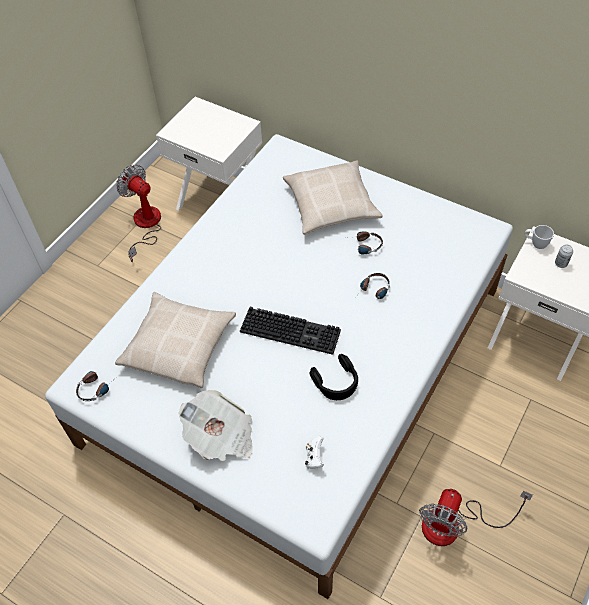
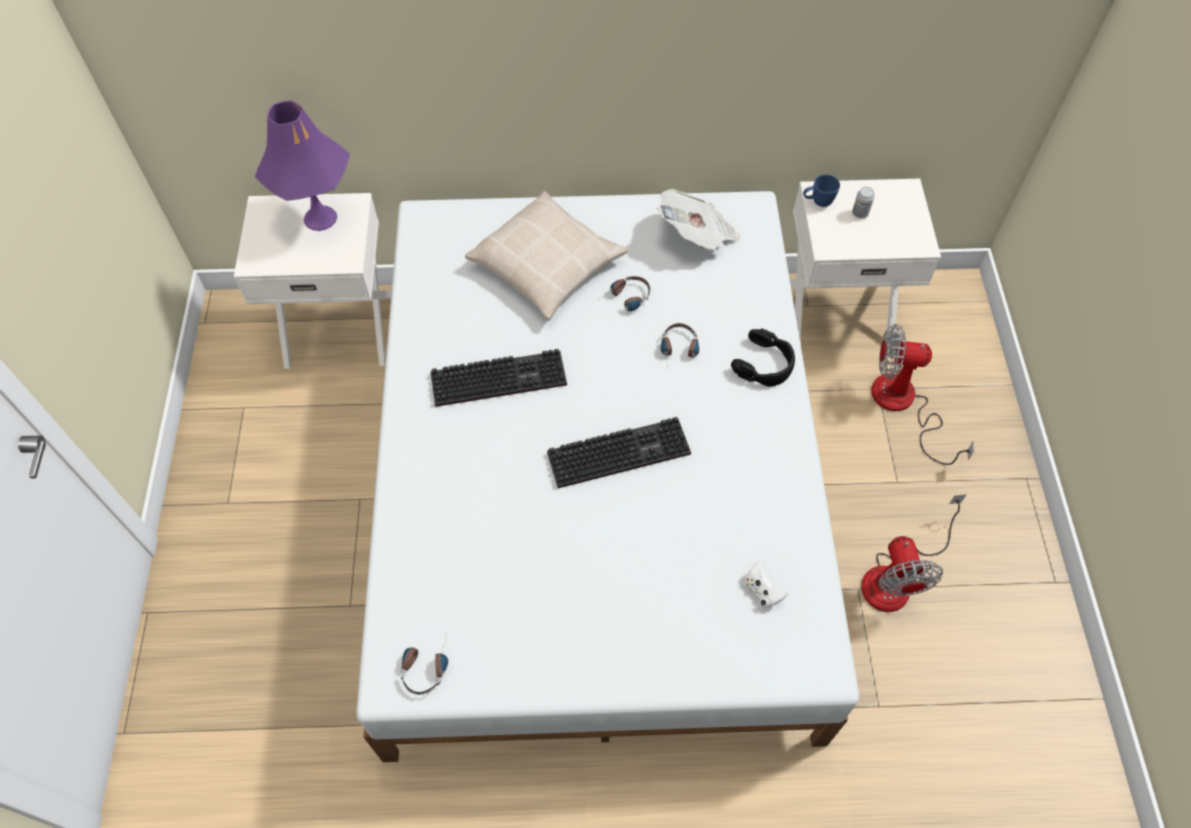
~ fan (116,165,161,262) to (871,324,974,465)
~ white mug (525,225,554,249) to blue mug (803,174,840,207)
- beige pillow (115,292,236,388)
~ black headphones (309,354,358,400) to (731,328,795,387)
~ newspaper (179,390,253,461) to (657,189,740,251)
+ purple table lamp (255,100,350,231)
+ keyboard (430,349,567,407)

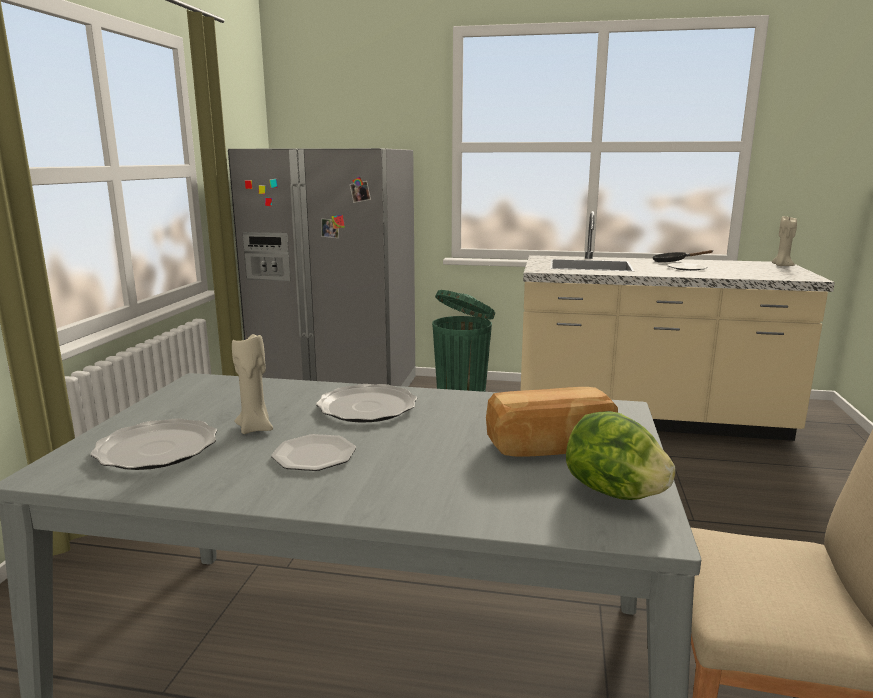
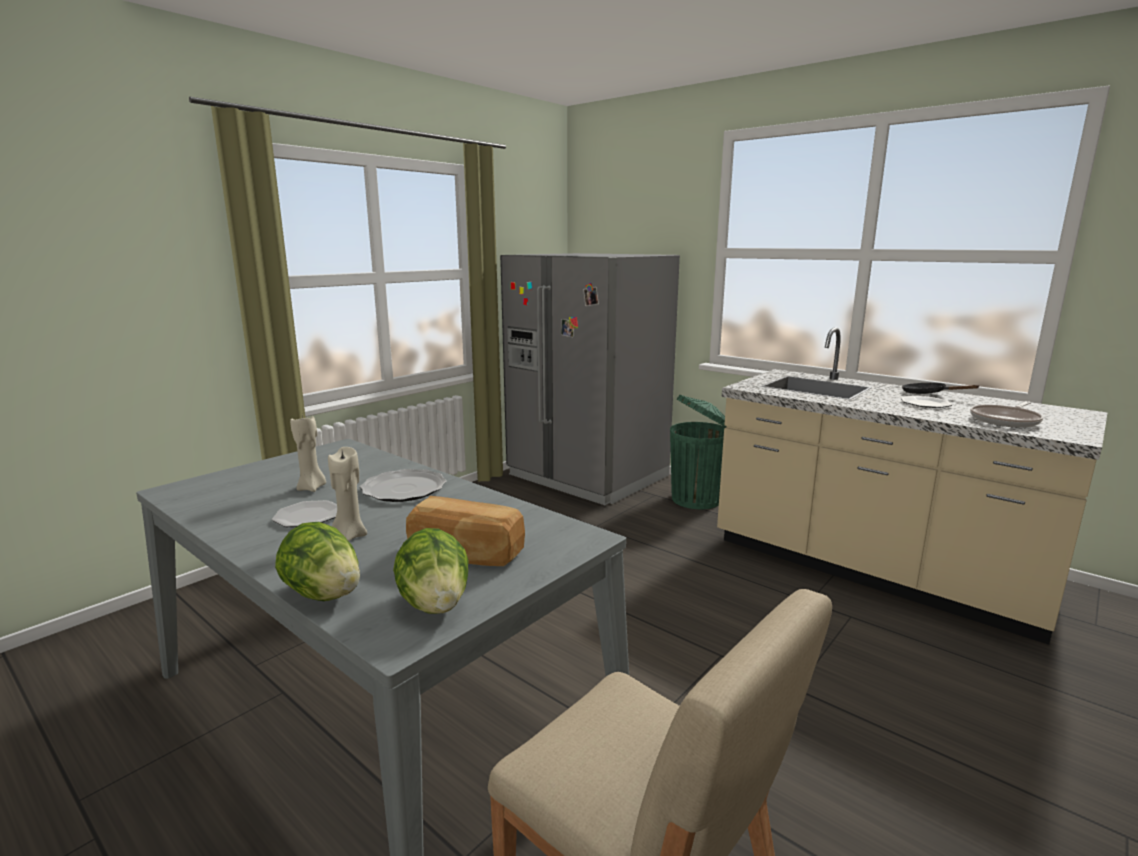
~ beige candle (772,216,797,266) to (328,447,367,541)
- plate (90,418,217,470)
+ frying pan (970,401,1043,427)
+ lettuce (275,522,360,601)

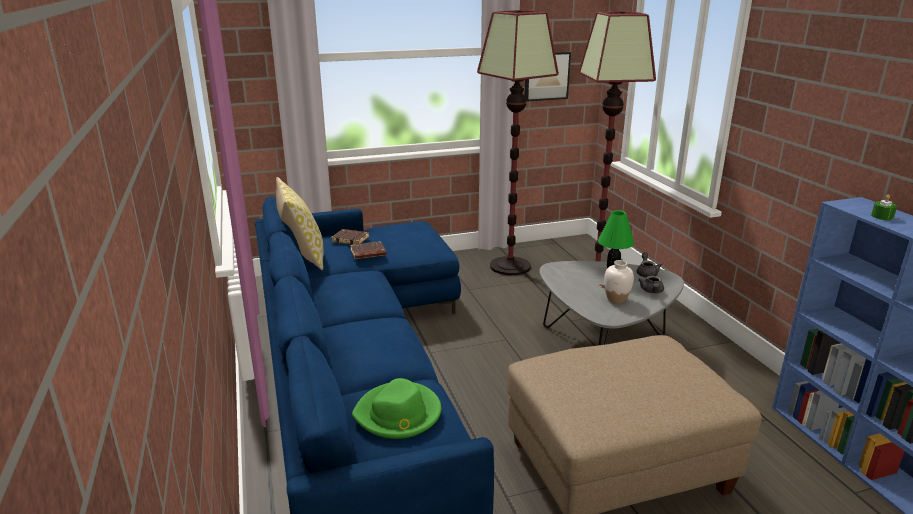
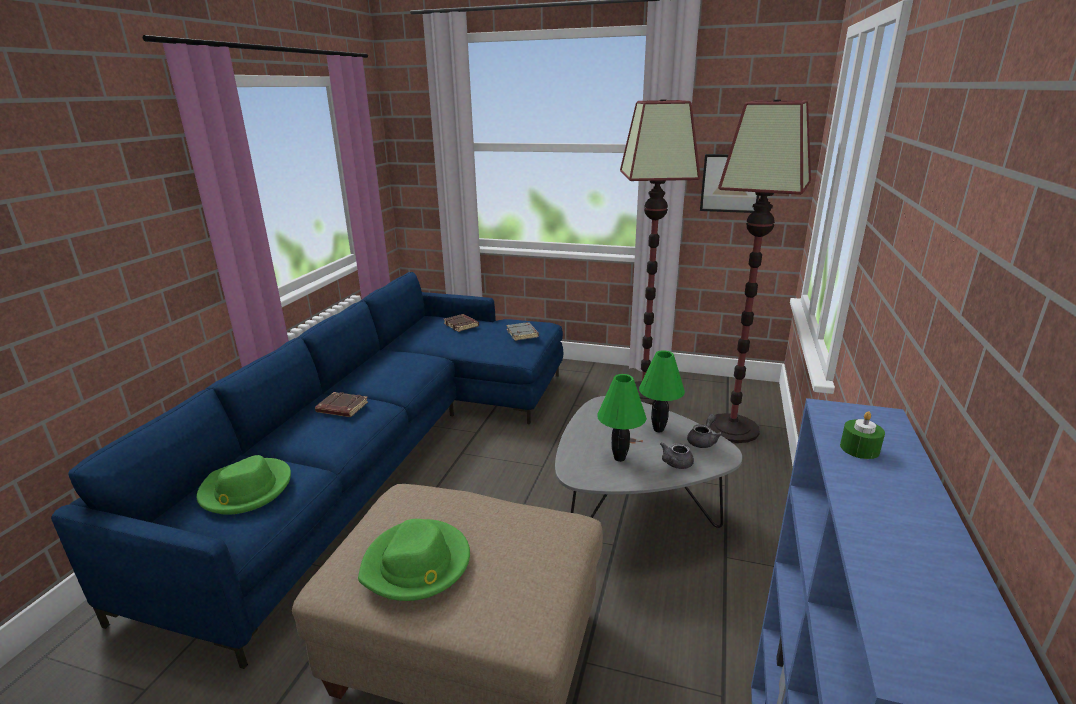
- pillow (276,177,324,270)
~ brown book (350,241,386,259) to (315,392,368,417)
~ white vase (604,260,634,303) to green table lamp (597,374,647,462)
+ grey book (506,322,539,341)
+ green hat (358,519,470,601)

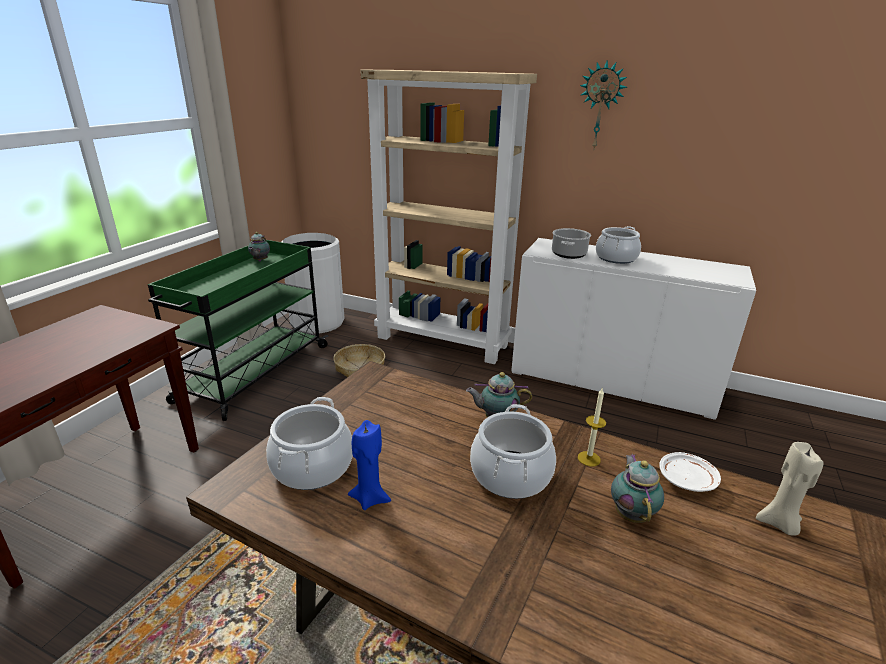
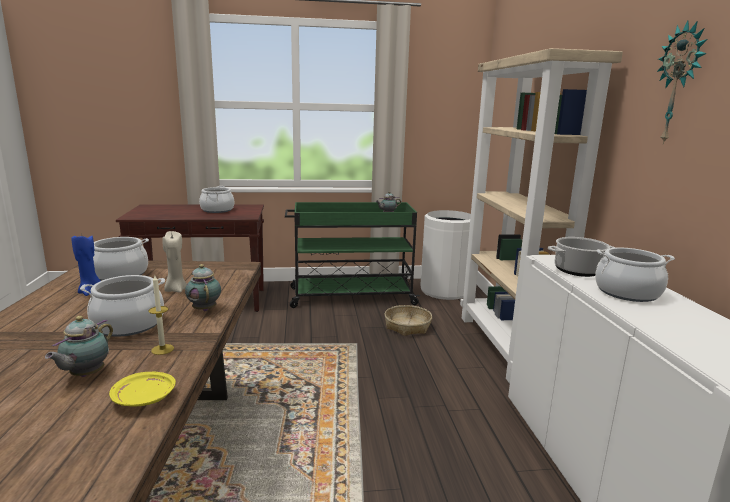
~ beige candle (756,442,824,536) to (162,231,187,293)
~ white plate (659,452,721,492) to yellow plate (109,372,176,407)
~ teapot (611,454,664,523) = (45,316,113,377) 135 degrees clockwise
+ cooking pot (199,186,234,213)

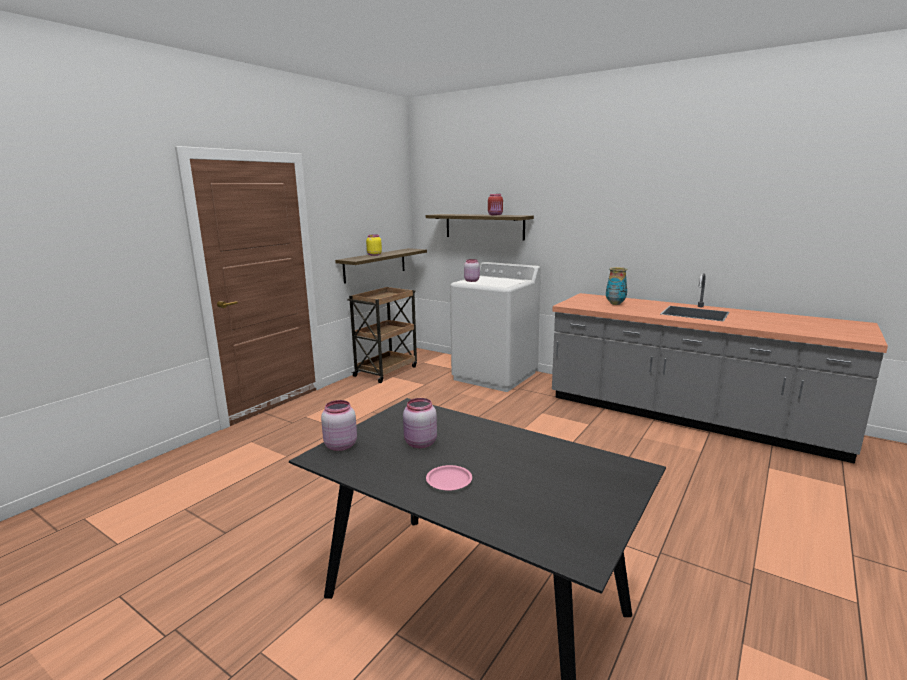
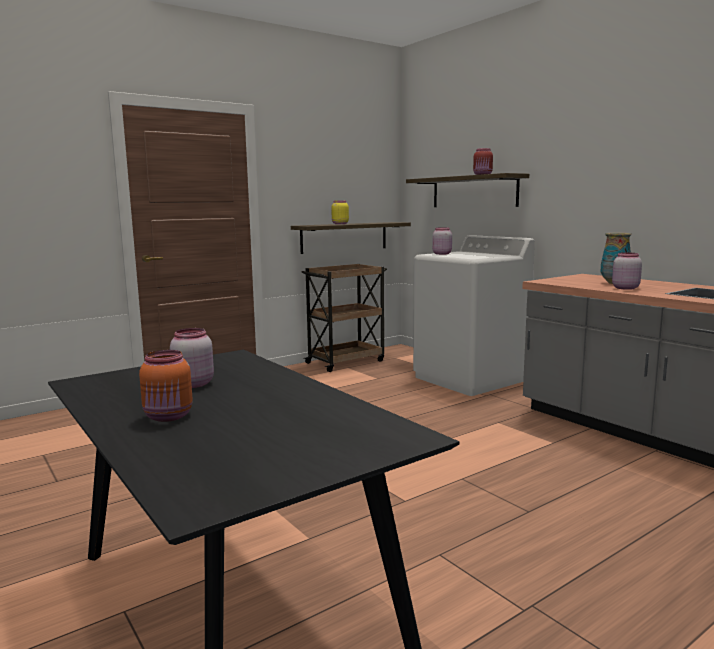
~ pink jar (321,400,357,451) to (612,253,642,290)
~ pink plate (426,465,472,491) to orange jar (139,350,193,422)

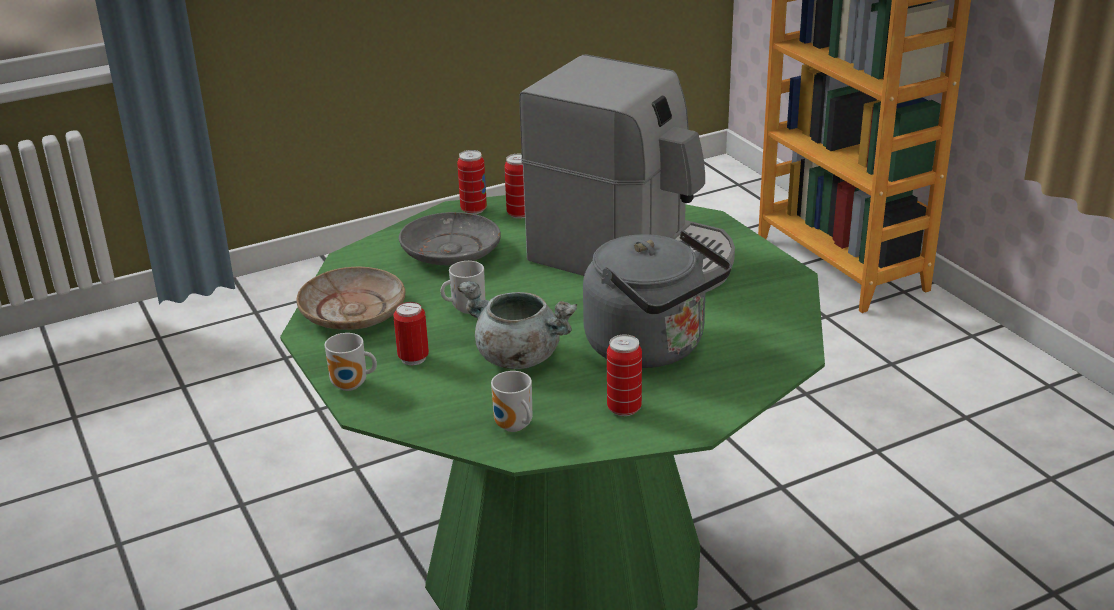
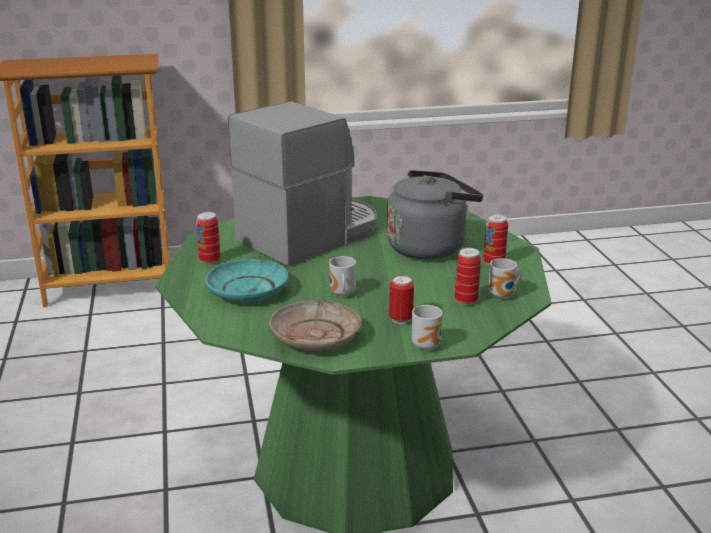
~ can (457,150,487,214) to (455,248,481,305)
~ grey plate (399,212,501,265) to turquoise plate (206,259,289,302)
- grey cooking pot (457,281,577,369)

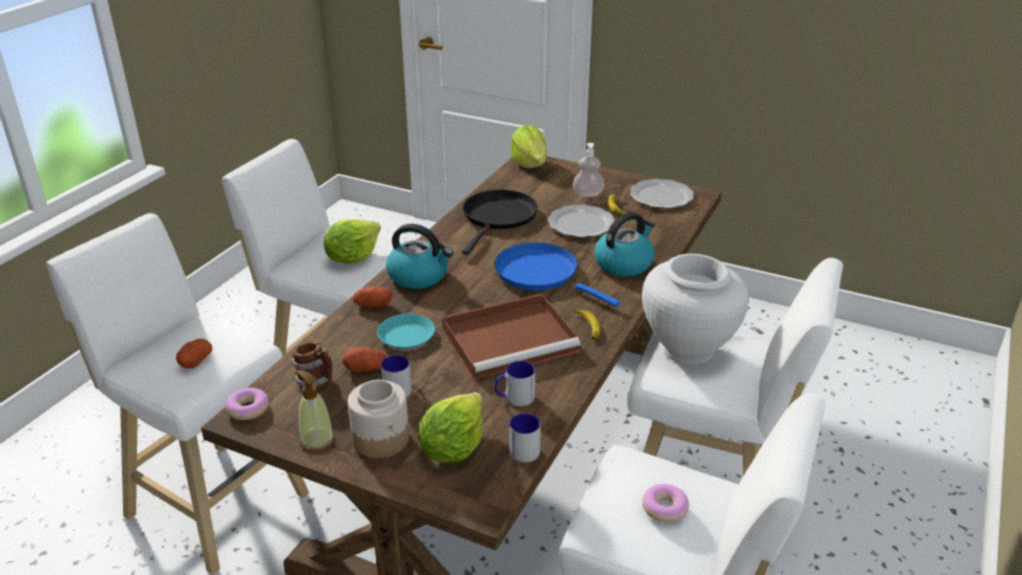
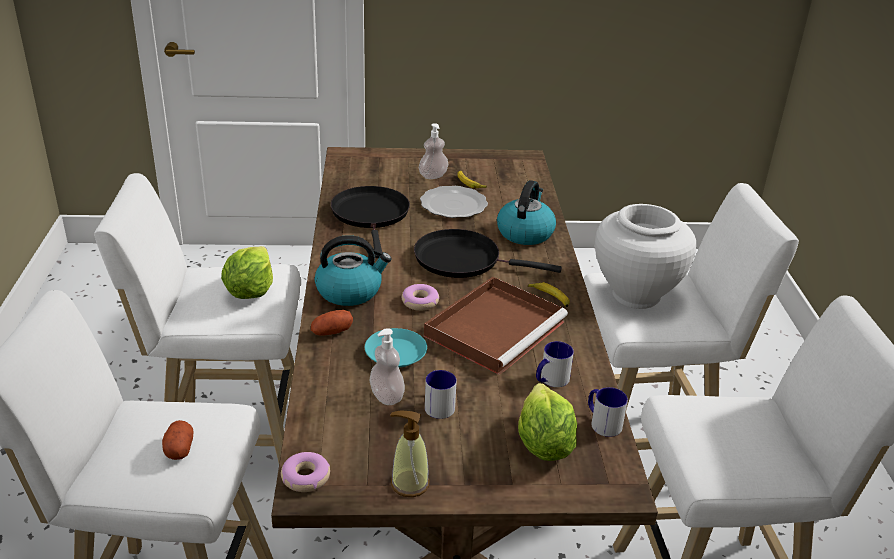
- lettuce (510,125,547,168)
- plate (630,179,694,208)
~ blue frying pan (494,242,620,307) to black frying pan (414,229,562,278)
- mug (292,341,333,389)
~ potato (343,347,386,372) to soap dispenser (369,328,405,405)
- jar (348,380,409,458)
~ donut (642,484,689,523) to (402,284,439,311)

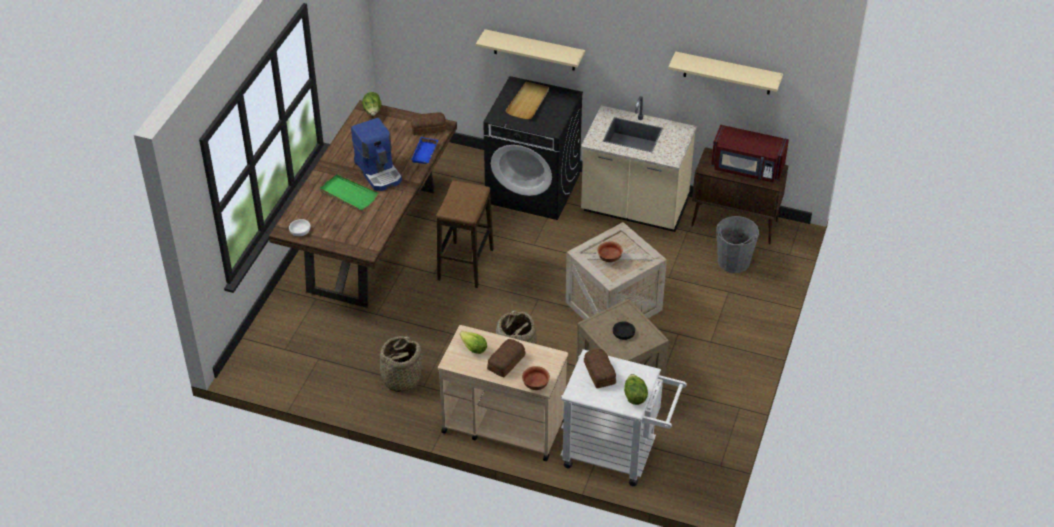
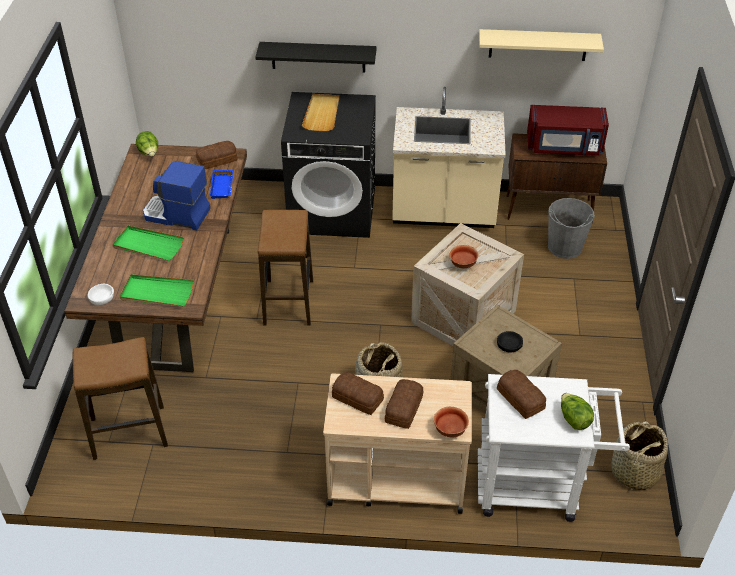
~ beige shelf (476,29,585,71) to black shelf (255,42,377,72)
~ coffee machine (351,117,402,191) = (143,161,210,230) 150 degrees clockwise
~ lettuce (460,331,487,354) to bread (332,372,384,415)
~ basket (377,336,422,392) to (611,421,668,491)
+ green tray (120,274,194,307)
+ stool (73,337,168,460)

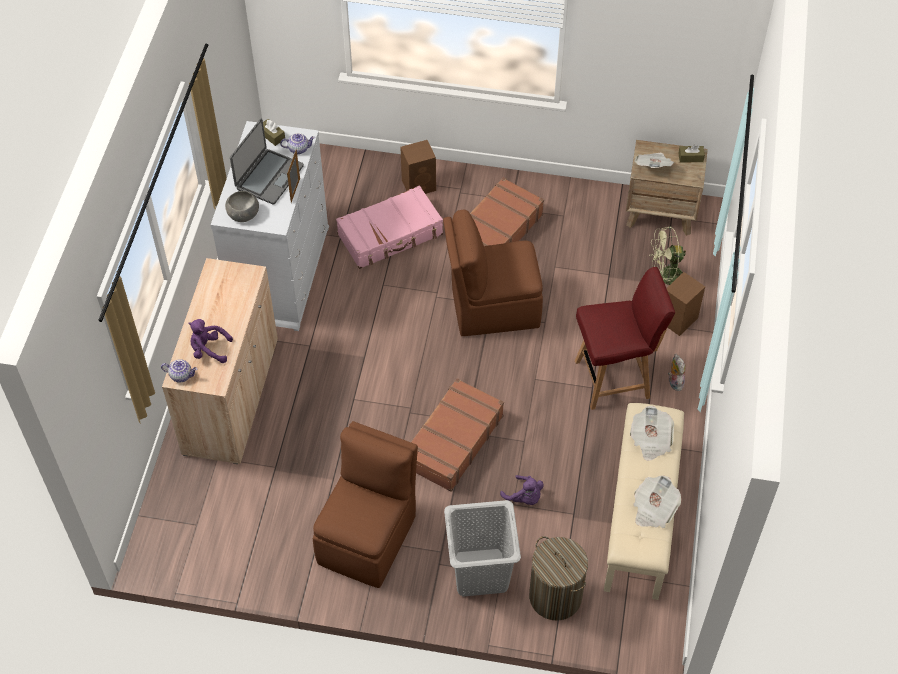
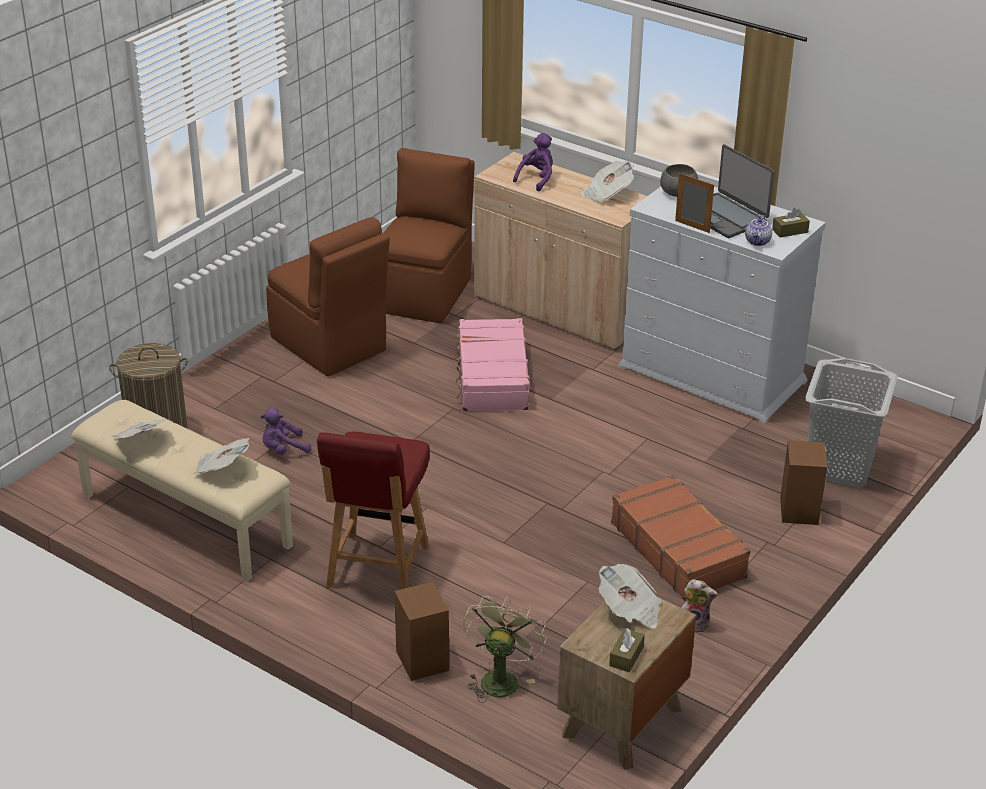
~ pink suitcase (336,185,443,269) to (454,318,530,411)
~ brown chair (443,209,543,336) to (384,148,475,323)
~ plush toy (668,354,685,391) to (681,579,718,633)
- teapot (161,359,198,383)
- brown suitcase (411,378,504,492)
~ grey laundry basket (444,500,521,597) to (805,358,898,488)
+ newspaper (581,161,634,203)

